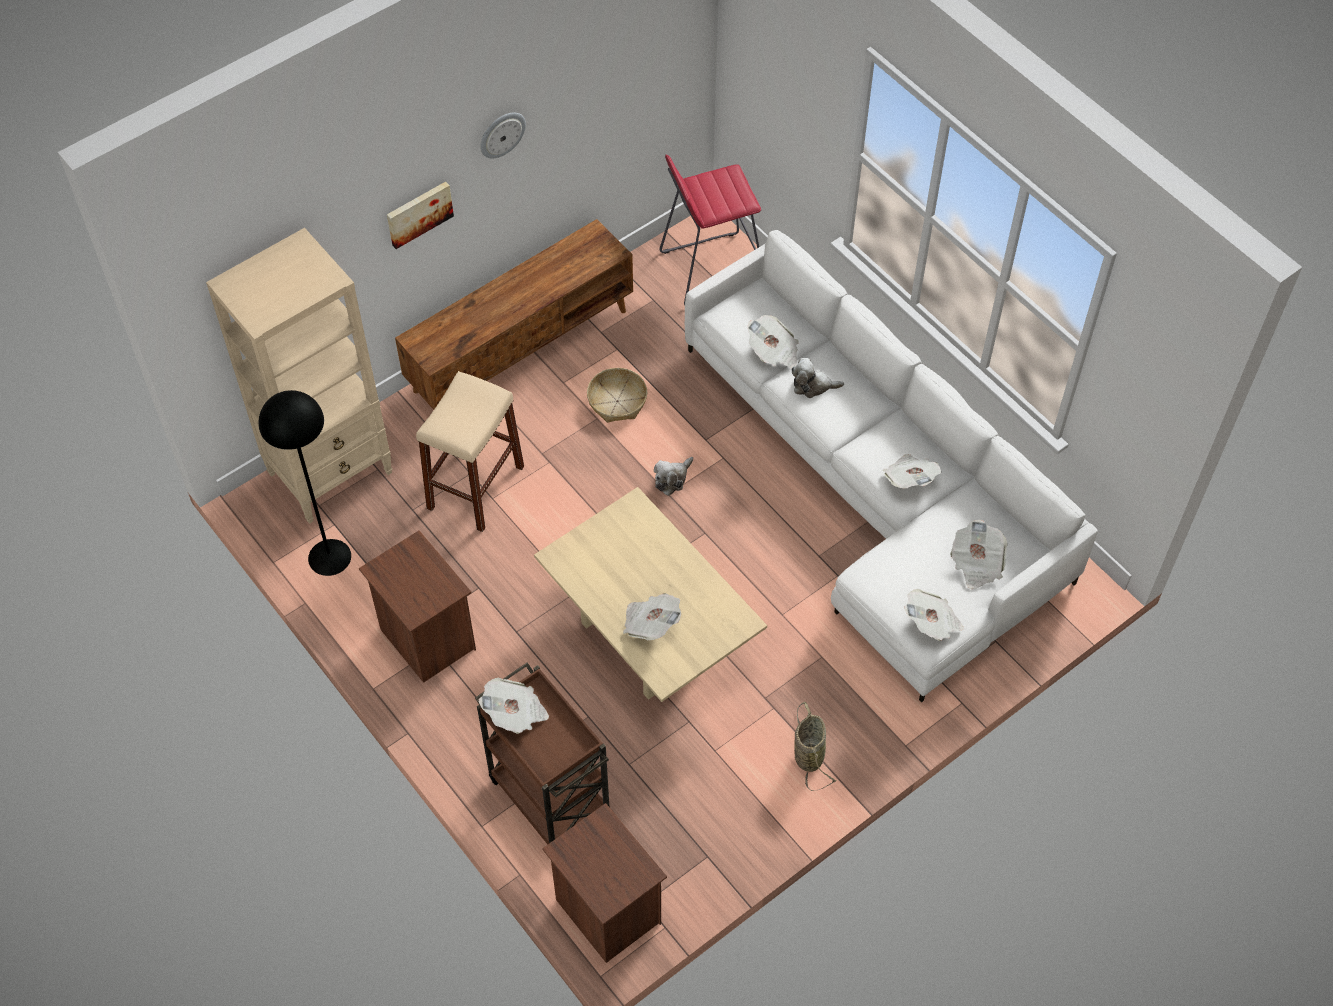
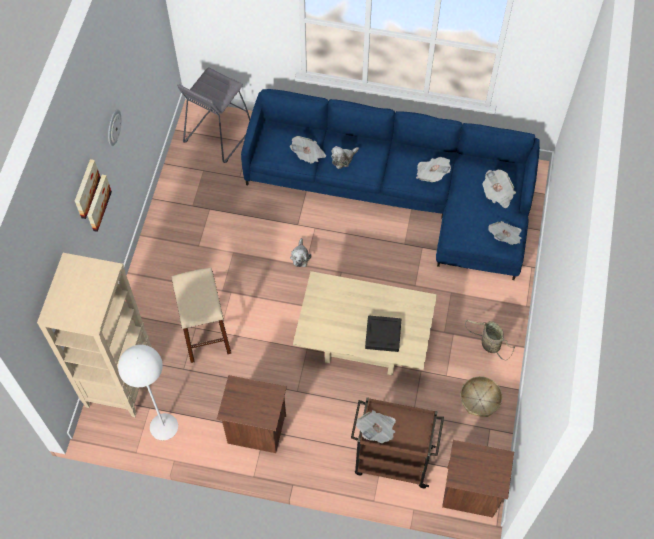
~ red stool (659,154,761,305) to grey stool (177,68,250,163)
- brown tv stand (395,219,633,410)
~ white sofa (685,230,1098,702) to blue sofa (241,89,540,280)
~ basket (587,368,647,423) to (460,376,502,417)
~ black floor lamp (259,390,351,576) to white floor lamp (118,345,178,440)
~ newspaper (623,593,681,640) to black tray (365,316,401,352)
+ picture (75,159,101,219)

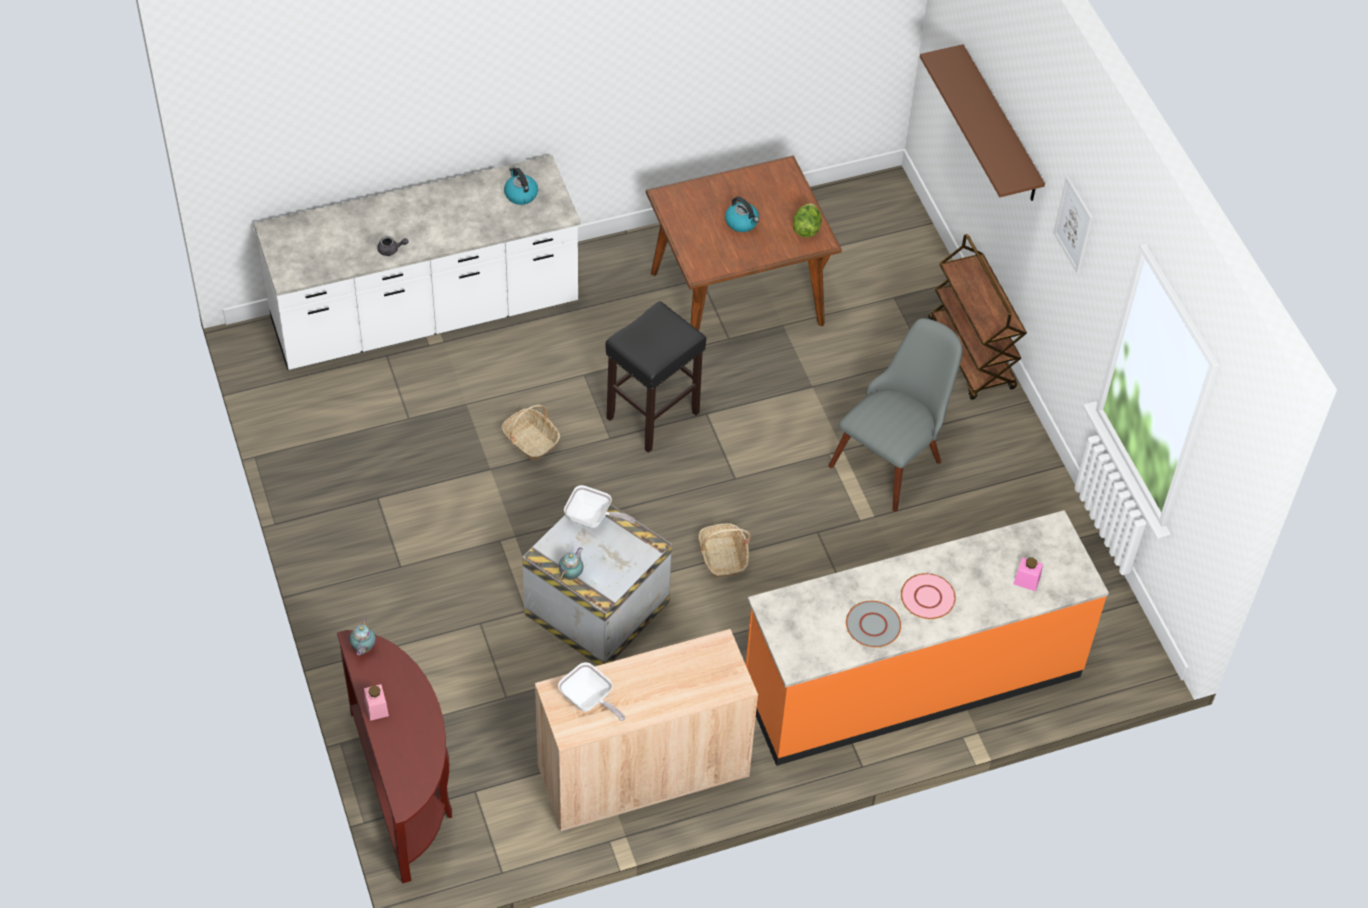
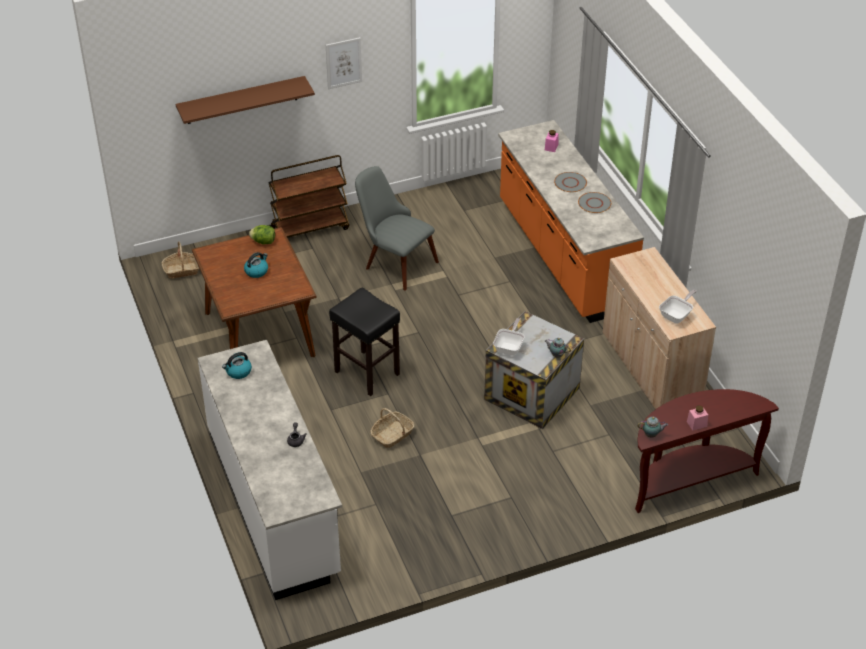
~ basket (699,523,751,577) to (162,241,199,279)
~ pink plate (901,573,956,619) to grey plate (554,172,587,192)

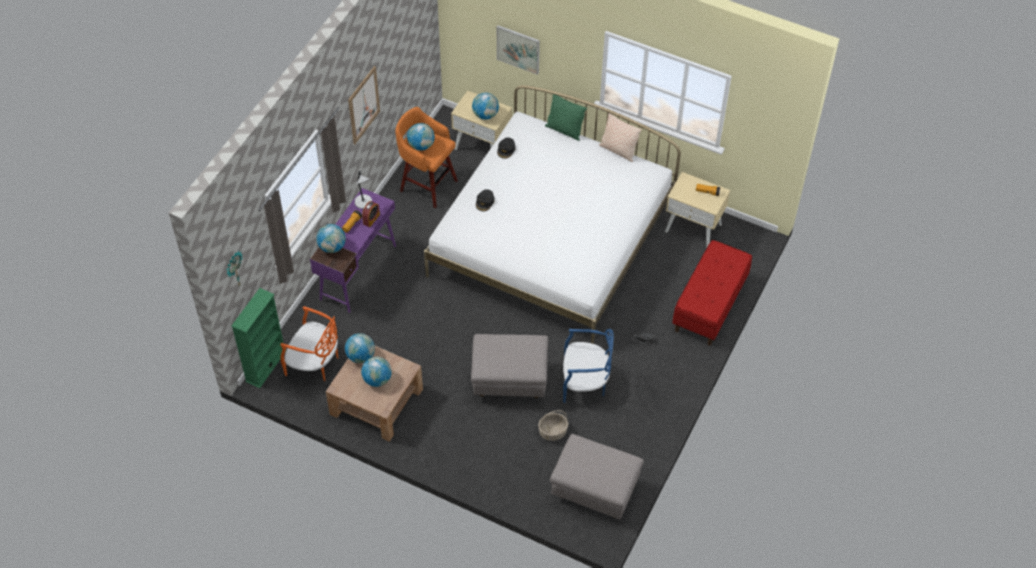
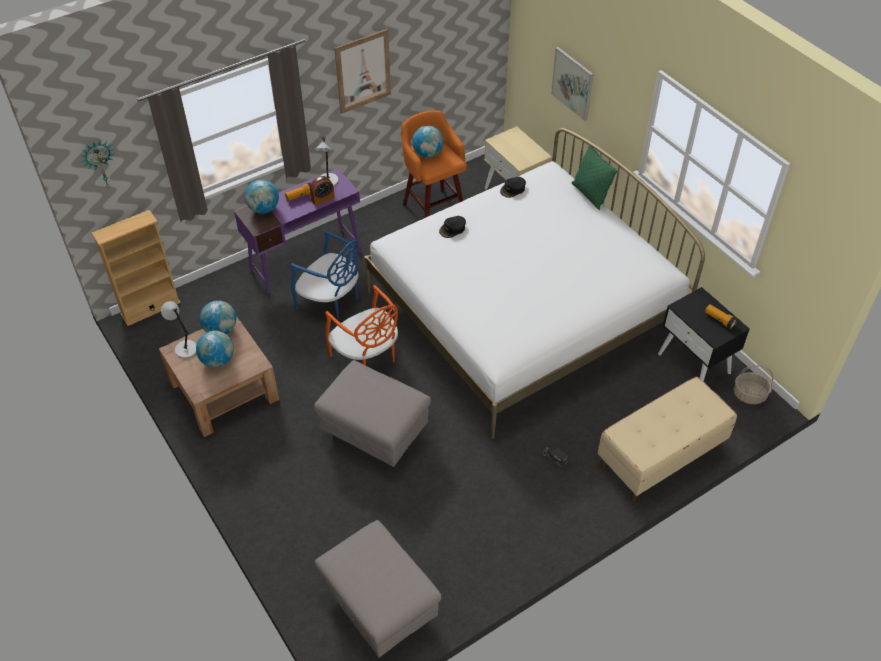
- globe (472,93,499,120)
- beige pillow (599,113,642,162)
~ beige nightstand (665,172,730,248) to black nightstand (658,287,750,382)
~ red bench (672,240,752,346) to beige bench (598,377,737,502)
~ green bookcase (231,288,286,388) to beige bookcase (91,210,181,326)
~ orange chair (280,306,338,381) to (325,285,398,365)
~ blue chair (563,329,613,403) to (291,230,359,320)
~ basket (538,410,568,441) to (734,365,773,404)
+ grey table lamp (161,301,196,358)

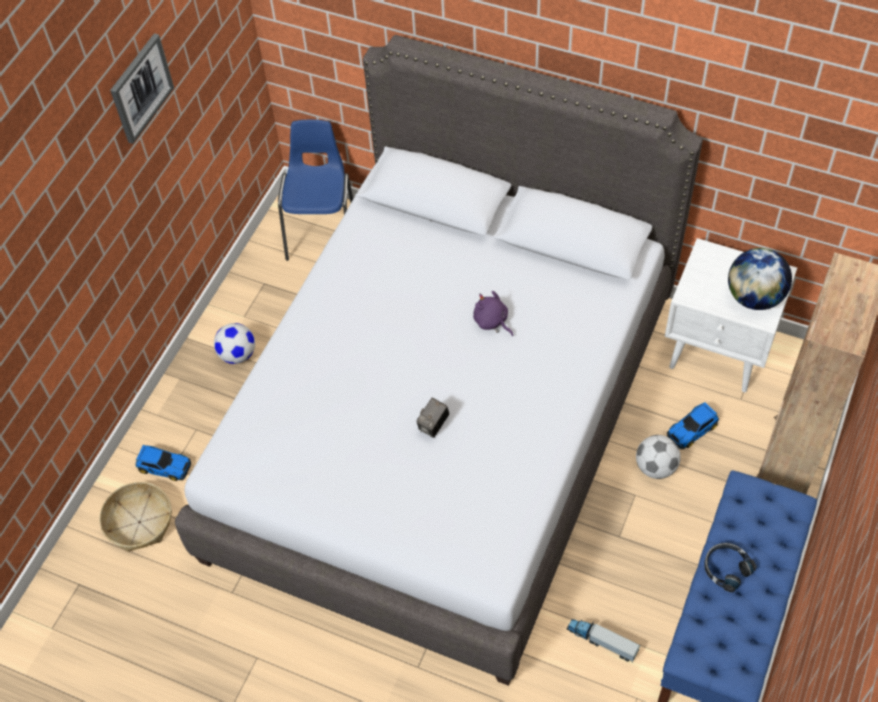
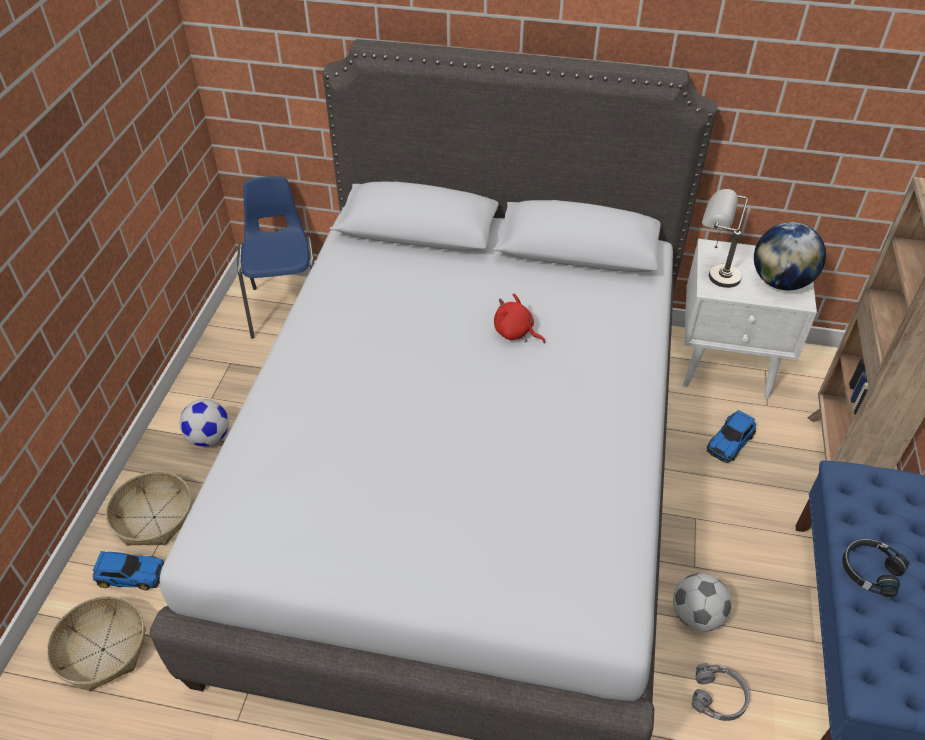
- picture (110,33,174,144)
~ purple plush toy (473,291,513,336) to red plush toy (494,293,545,343)
- photo camera (416,398,449,438)
~ football (636,435,681,479) to (673,573,731,632)
~ toy truck (567,619,641,662) to grey headphones (691,663,750,721)
+ grey table lamp (702,189,748,288)
+ basket (106,471,192,546)

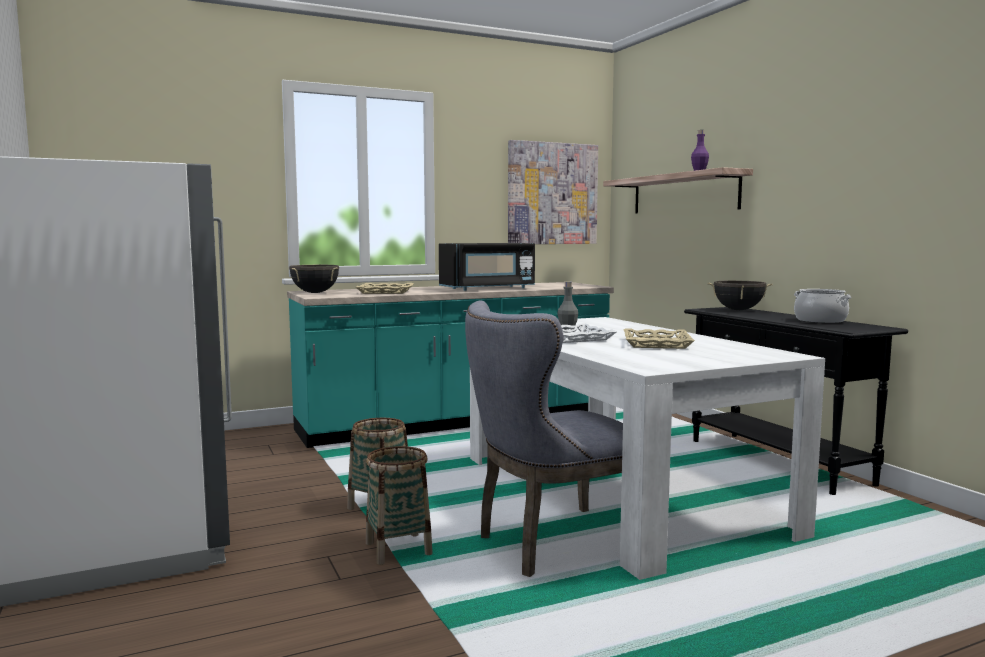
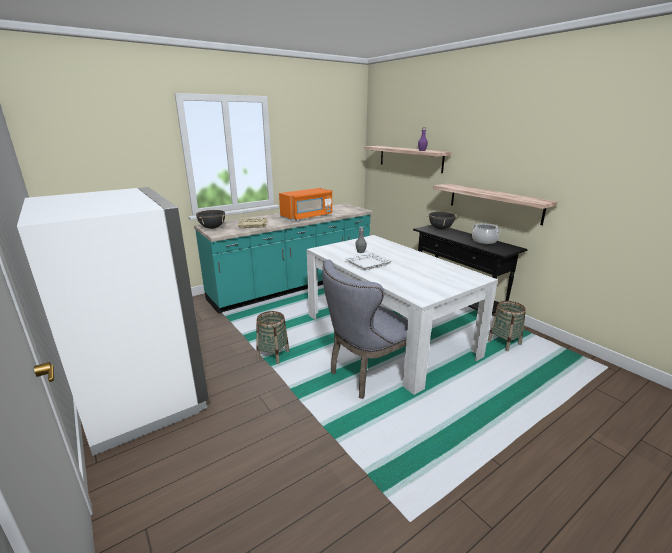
- picture (508,140,598,244)
~ black microwave (439,243,535,291) to orange microwave (279,188,332,221)
- beige tray (624,328,695,349)
~ basket (366,446,433,565) to (488,301,526,351)
+ shelf (433,184,558,225)

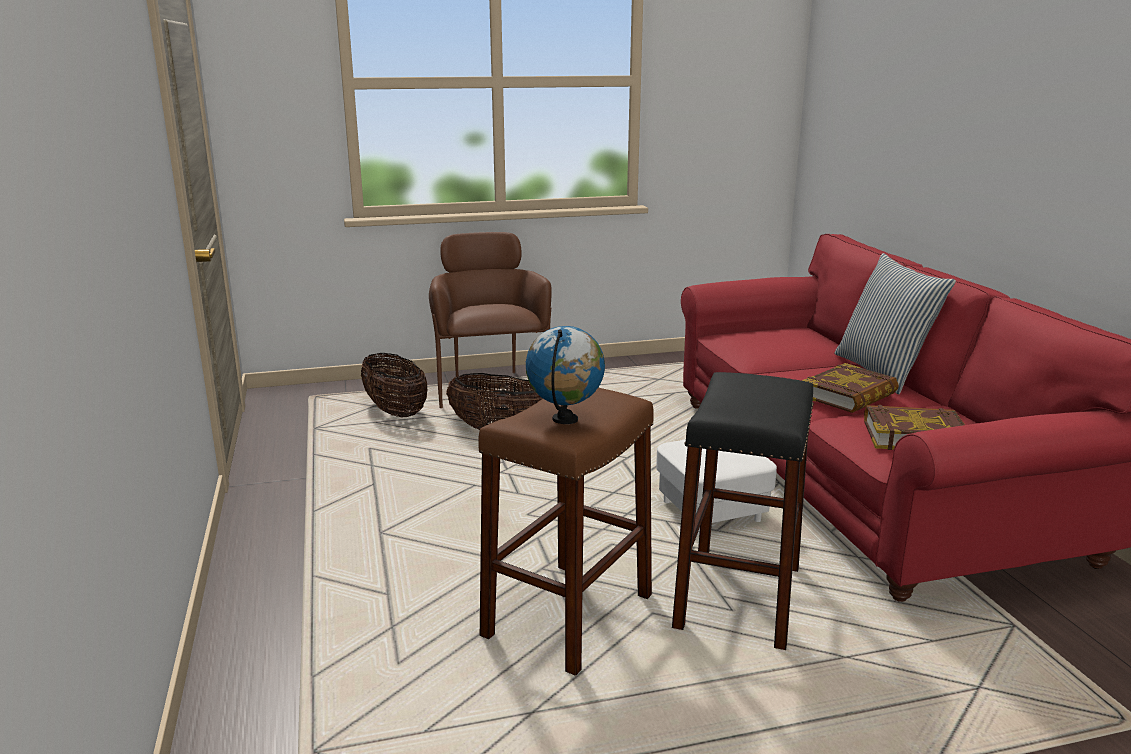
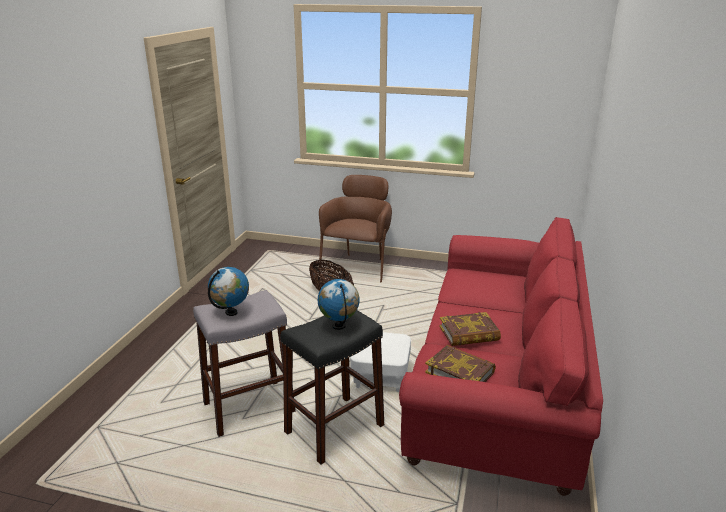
- pillow (834,253,956,394)
- basket (361,353,428,418)
~ brown stool (478,388,654,676) to grey stool (193,290,296,437)
+ globe (318,279,360,330)

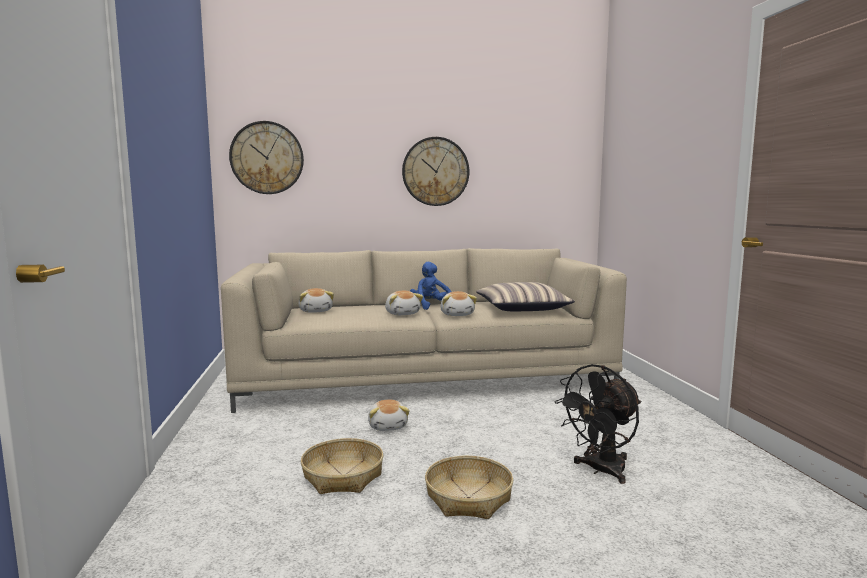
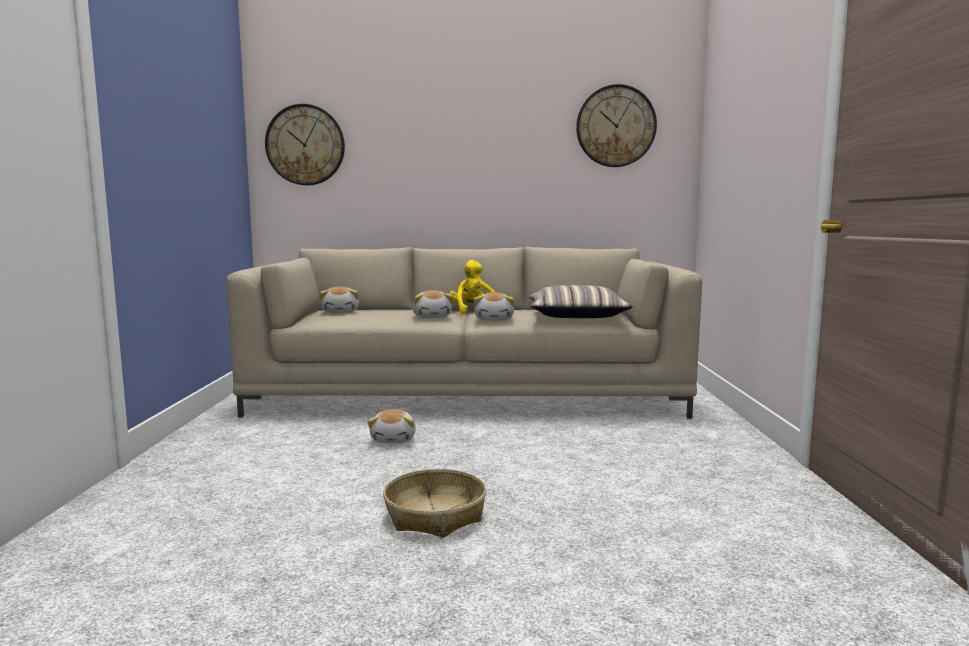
~ wall clock (402,137,469,206) to (576,84,657,167)
~ blue plush toy (410,261,451,310) to yellow plush toy (449,260,495,314)
- black fan (554,364,641,484)
- basket (301,438,384,494)

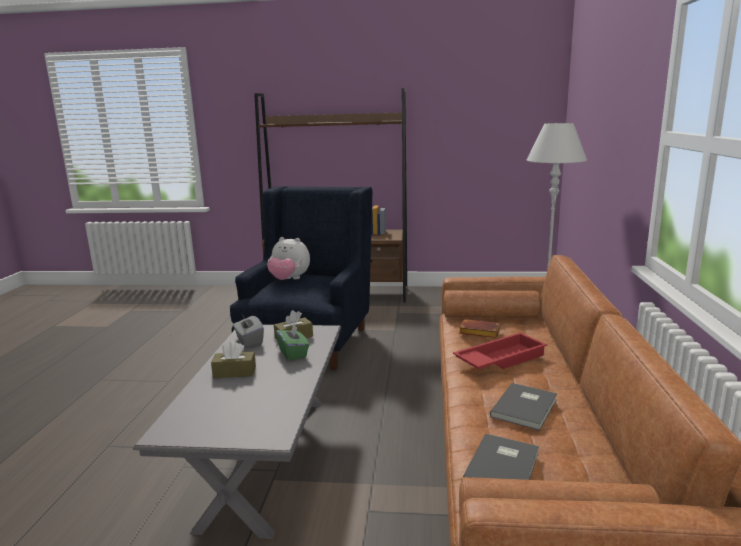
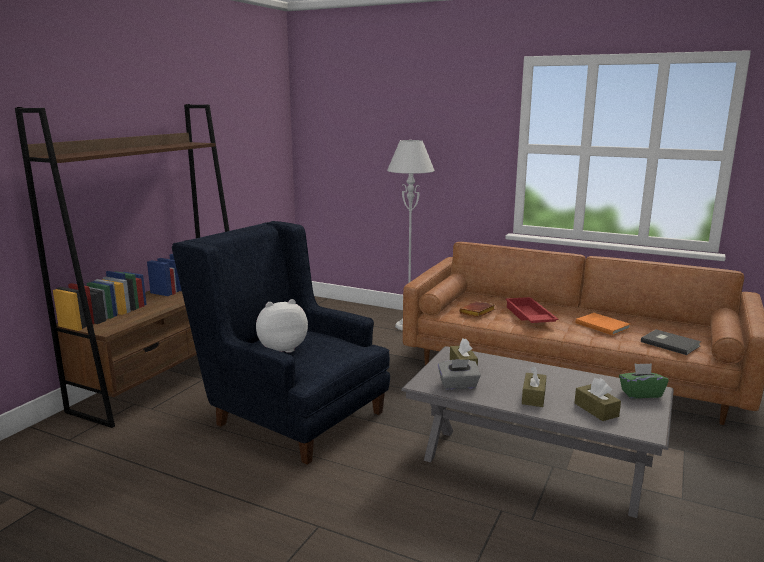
~ plush toy (267,237,310,280) = (256,299,308,353) 150 degrees counterclockwise
~ green tissue box (276,323,309,361) to (619,363,669,398)
~ grey book (490,383,557,430) to orange book (575,313,630,335)
+ brown tissue box (574,378,621,421)

